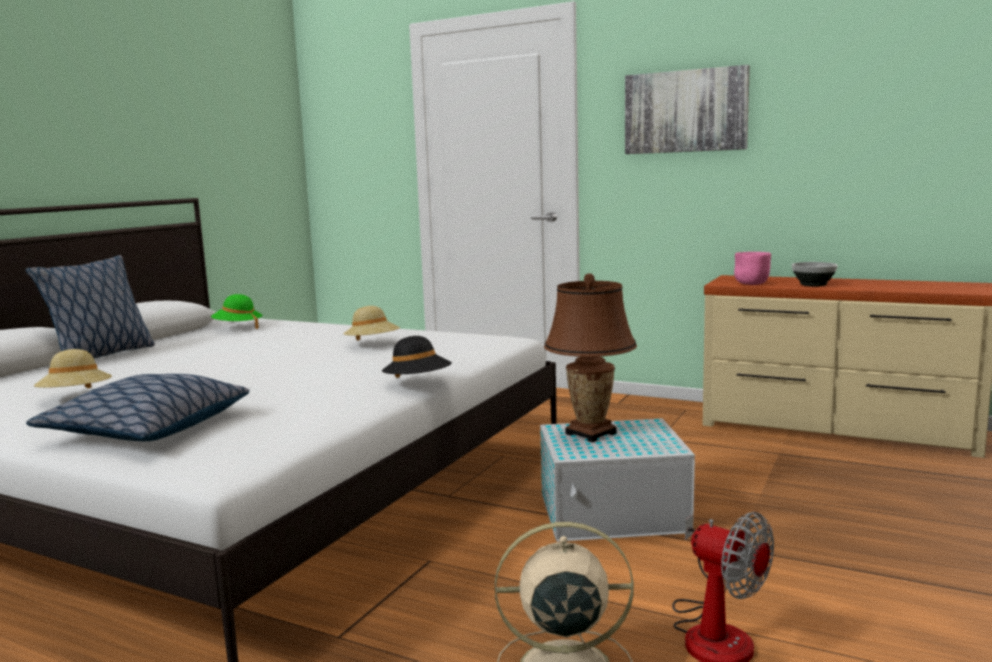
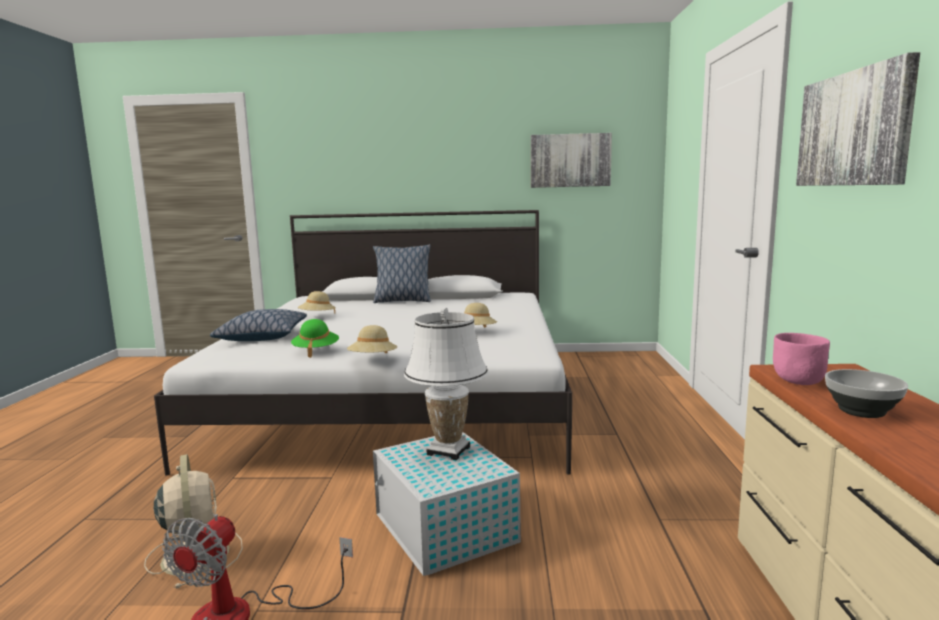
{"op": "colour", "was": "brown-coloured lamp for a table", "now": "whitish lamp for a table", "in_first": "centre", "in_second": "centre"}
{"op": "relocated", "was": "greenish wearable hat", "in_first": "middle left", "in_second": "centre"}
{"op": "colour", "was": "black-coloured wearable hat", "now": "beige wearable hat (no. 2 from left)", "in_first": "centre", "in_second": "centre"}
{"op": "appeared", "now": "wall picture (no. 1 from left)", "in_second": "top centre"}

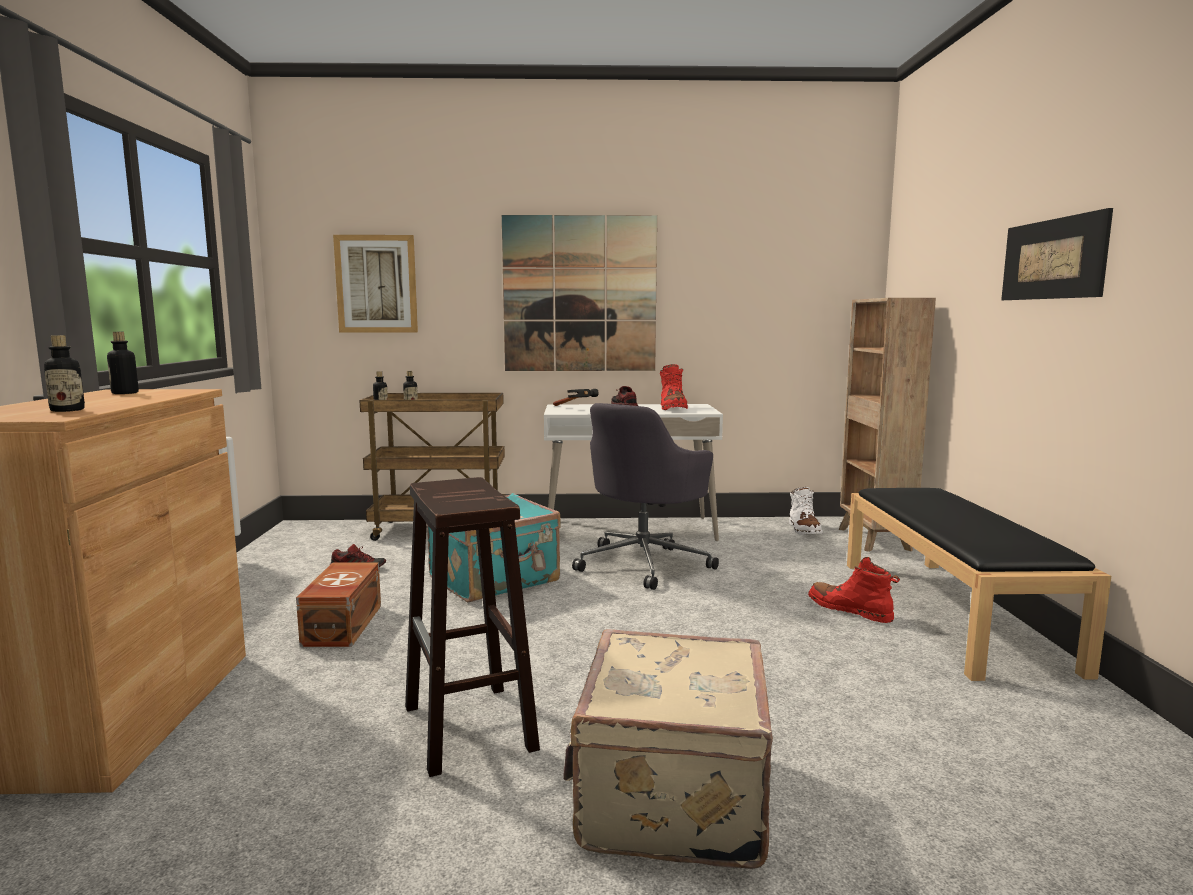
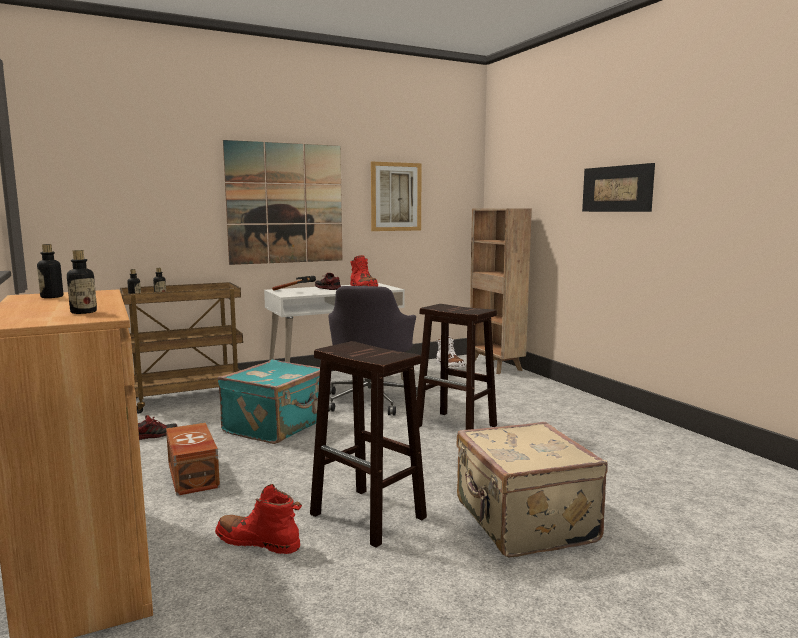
{"op": "relocated", "was": "wall picture (no. 1 from left in the first image)", "now": "wall picture (no. 2 from left)", "in_first": "top left", "in_second": "top centre"}
{"op": "missing", "was": "black-coloured indoor bench", "in_first": "middle right"}
{"op": "relocated", "was": "reddish tall boot (no. 2 from left in the first image)", "now": "reddish tall boot (no. 1 from left)", "in_first": "middle right", "in_second": "bottom left"}
{"op": "appeared", "now": "brown-coloured stool seat (no. 2 from left)", "in_second": "centre"}

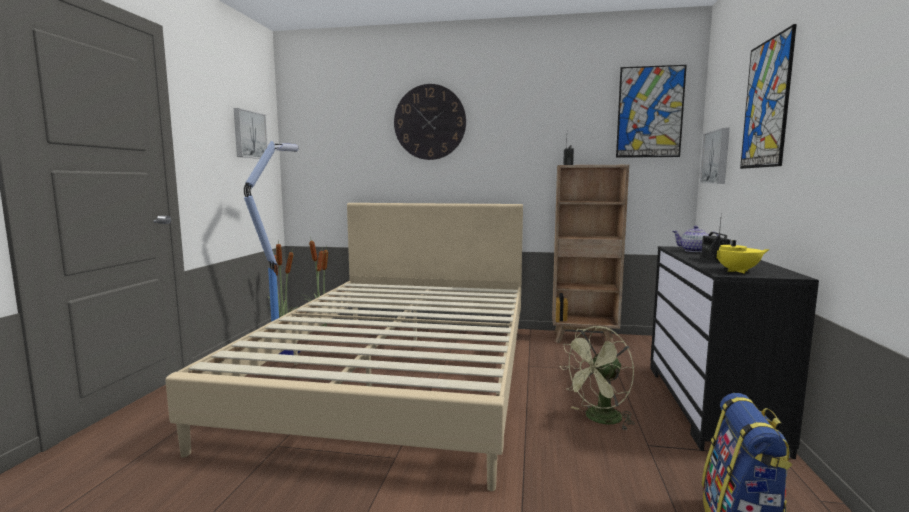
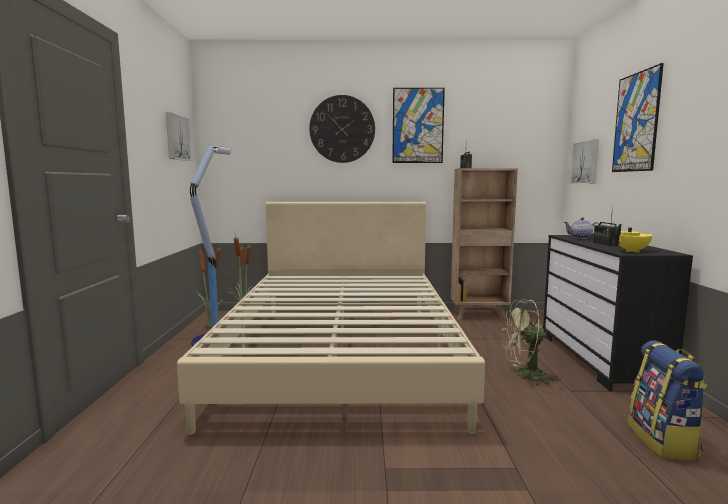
{"op": "relocated", "was": "wall picture (no. 2 from left)", "in_first": "top right", "in_second": "top centre"}
{"op": "spun", "was": "greenish electric fan", "in_first": "bottom centre", "in_second": "bottom right", "clockwise": 45}

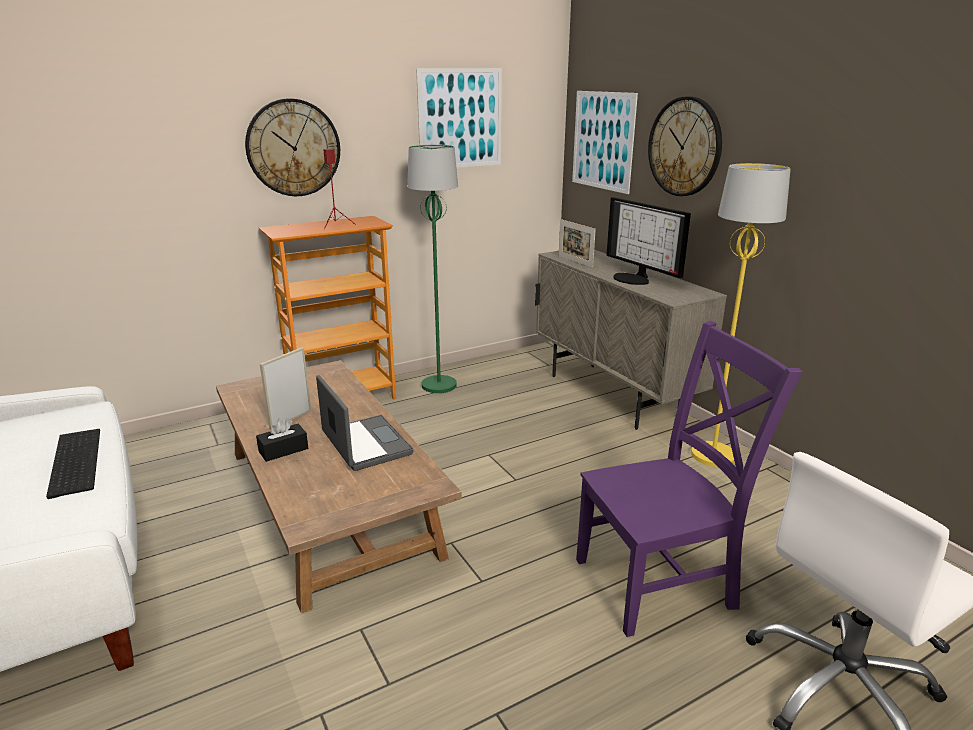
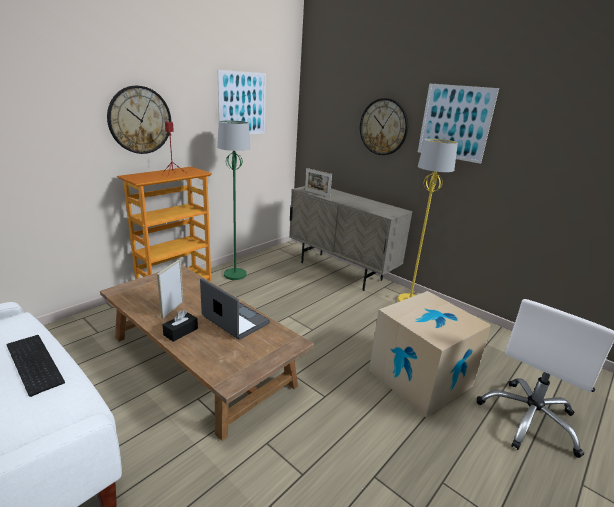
{"op": "relocated", "was": "wall picture (no. 2 from left)", "in_first": "top centre", "in_second": "top right"}
{"op": "missing", "was": "monitor", "in_first": "top centre"}
{"op": "exchanged", "was": "purplish upright chair", "now": "cardboard box", "in_first": "middle right", "in_second": "bottom right"}

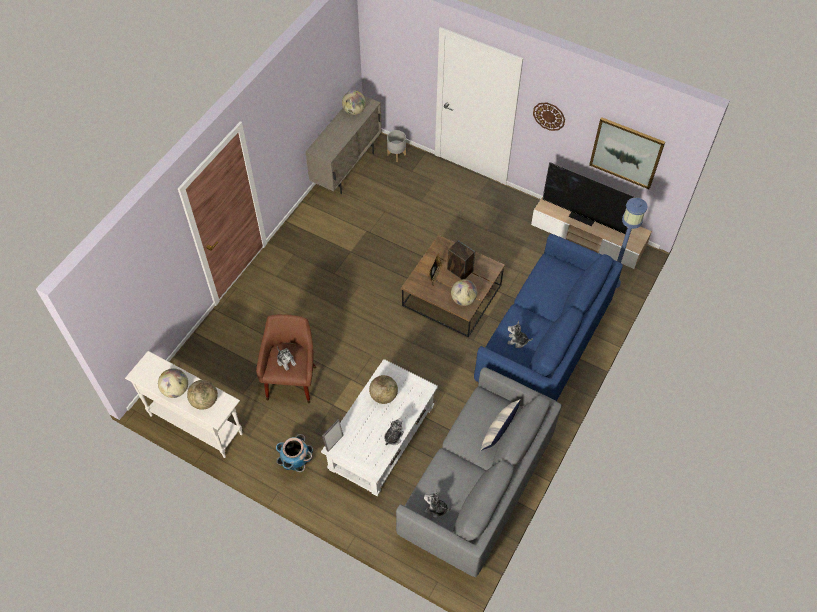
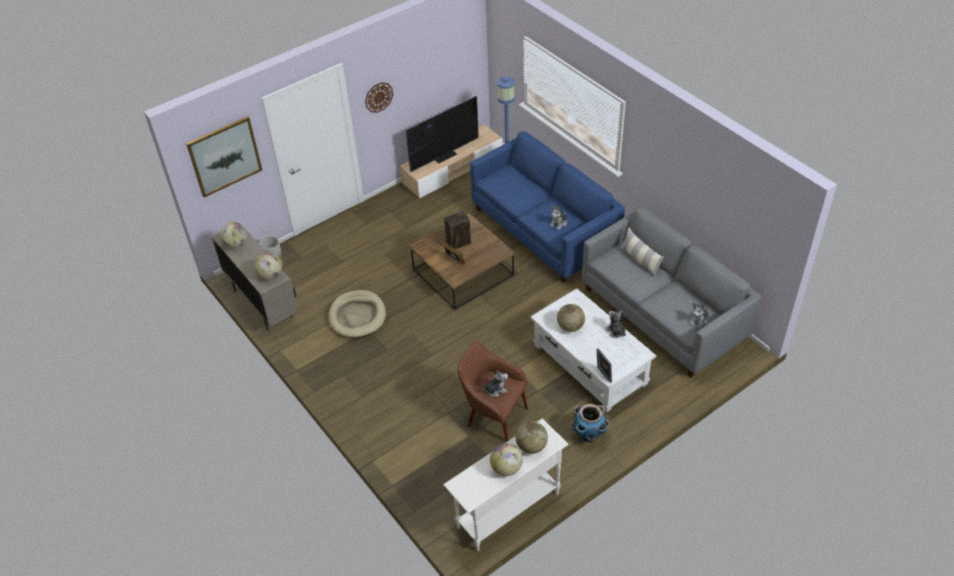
{"op": "relocated", "was": "wall picture", "in_first": "top right", "in_second": "top left"}
{"op": "relocated", "was": "desk globe (no. 5 from left in the first image)", "now": "desk globe (no. 2 from left)", "in_first": "centre", "in_second": "middle left"}
{"op": "appeared", "now": "beige pet bed", "in_second": "centre"}

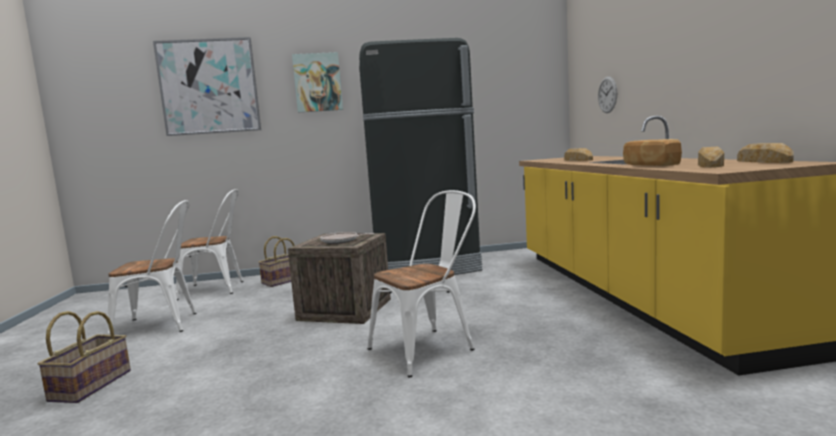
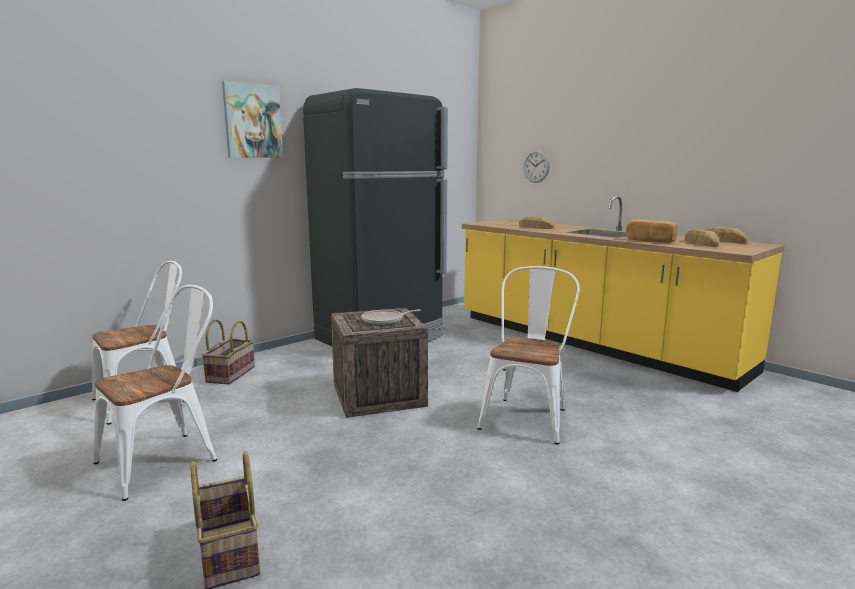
{"op": "missing", "was": "wall picture (no. 1 from left)", "in_first": "top left"}

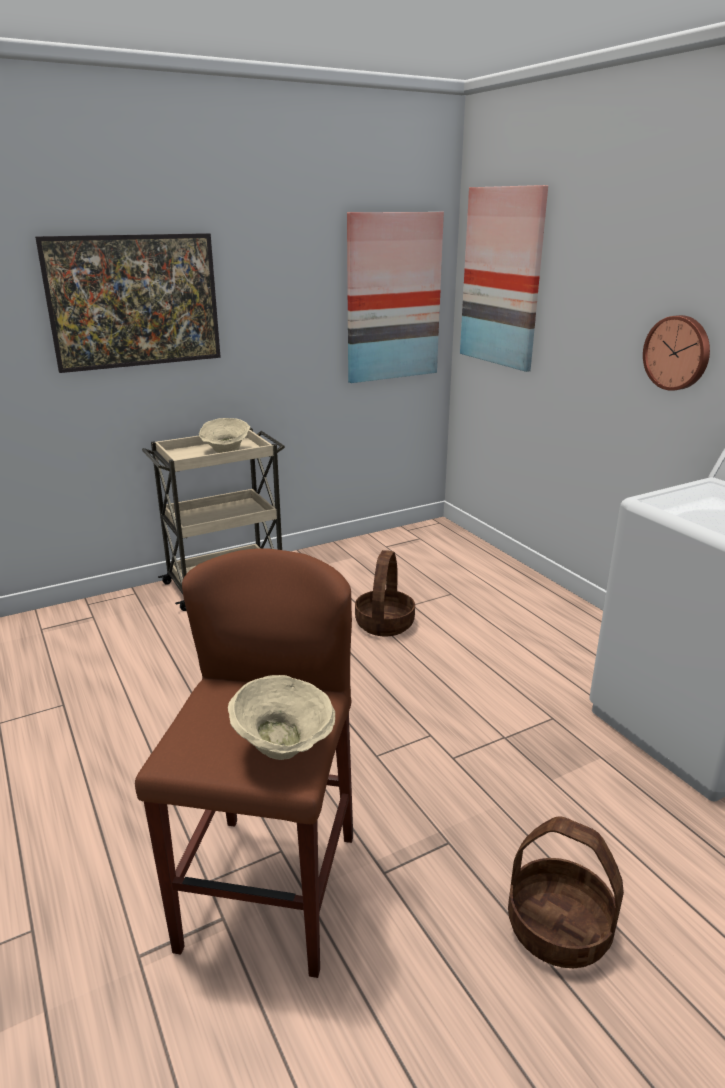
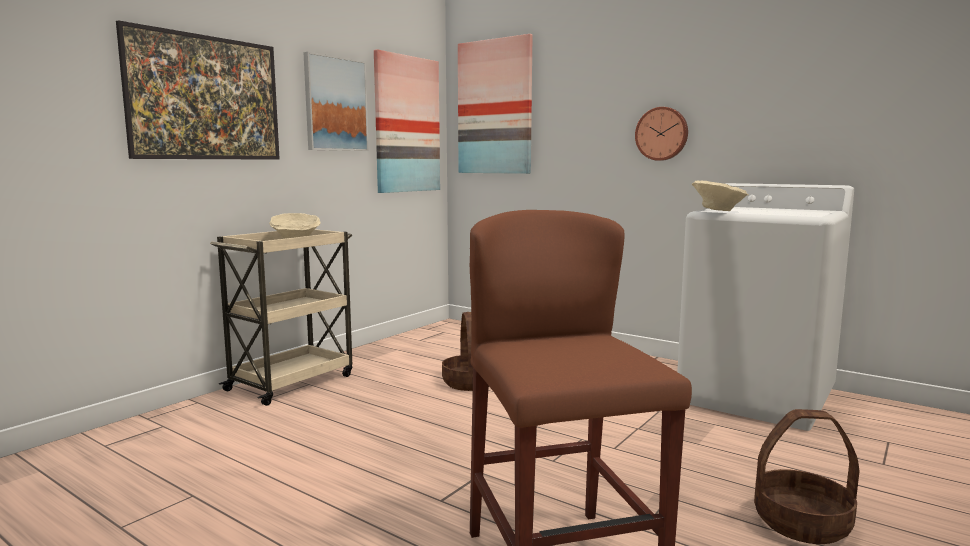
{"op": "relocated", "was": "beige serving bowl (no. 2 from left)", "in_first": "centre", "in_second": "middle right"}
{"op": "appeared", "now": "wall picture (no. 2 from left)", "in_second": "top centre"}

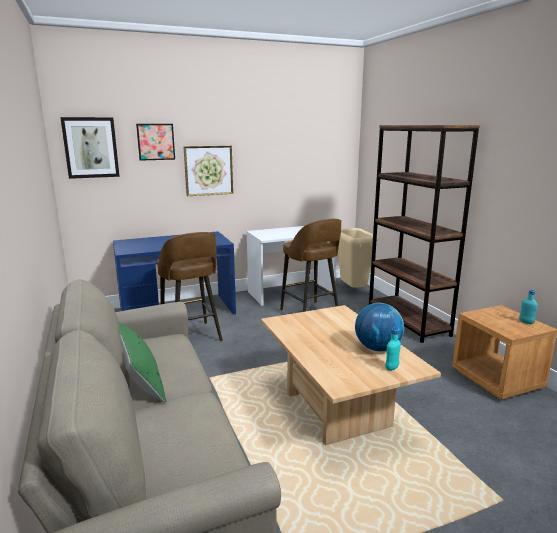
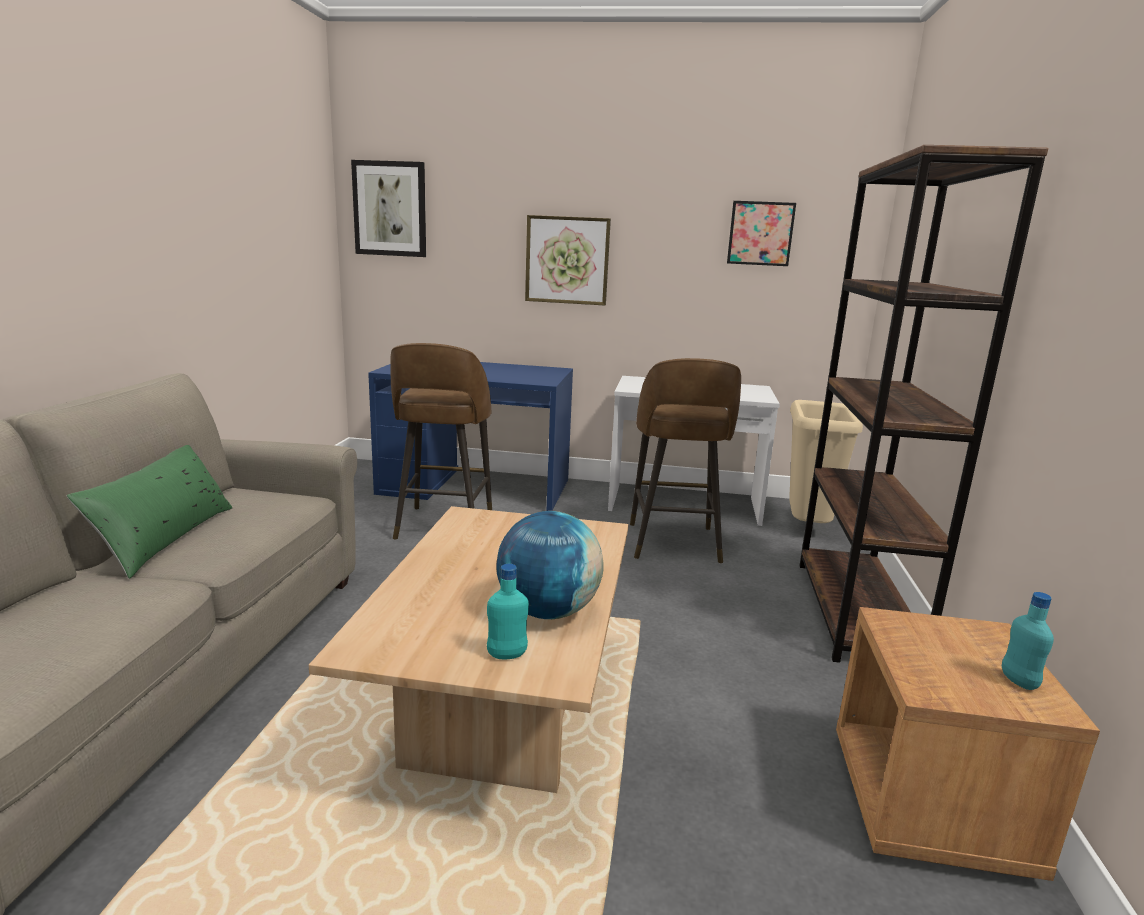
{"op": "relocated", "was": "wall picture (no. 2 from left in the first image)", "now": "wall picture (no. 3 from left)", "in_first": "top left", "in_second": "top centre"}

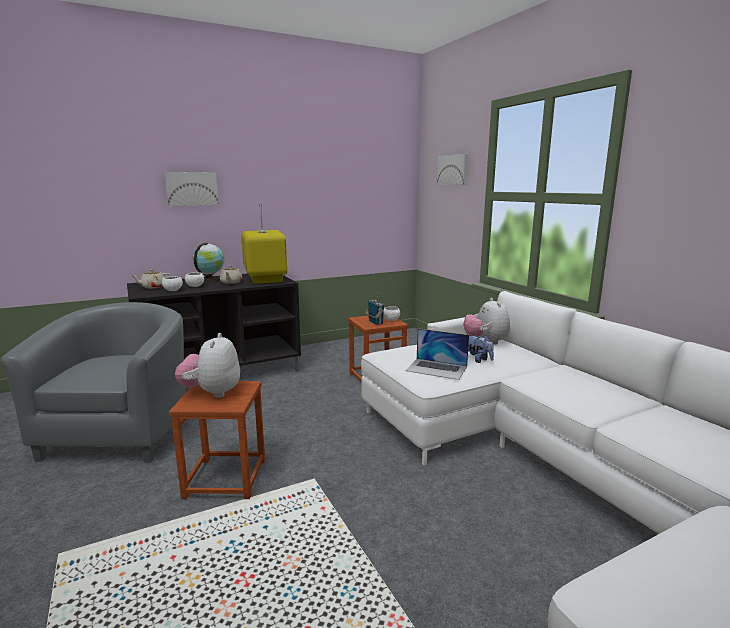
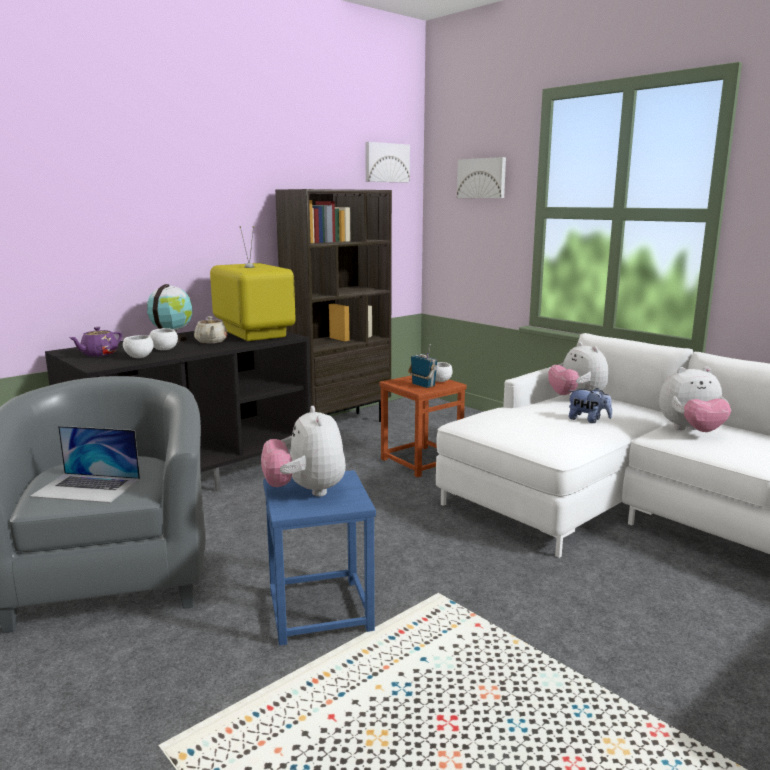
{"op": "relocated", "was": "wall picture (no. 1 from left)", "in_first": "top left", "in_second": "top centre"}
{"op": "colour", "was": "beige pot for tea (no. 1 from left)", "now": "purplish pot for tea", "in_first": "middle left", "in_second": "middle left"}
{"op": "relocated", "was": "laptop", "in_first": "centre", "in_second": "middle left"}
{"op": "colour", "was": "brown-coloured stool seat (no. 1 from left)", "now": "blue-coloured stool seat", "in_first": "bottom left", "in_second": "bottom centre"}
{"op": "appeared", "now": "brown-coloured shelving unit", "in_second": "centre"}
{"op": "appeared", "now": "cuddly toy (no. 4 from left)", "in_second": "middle right"}

